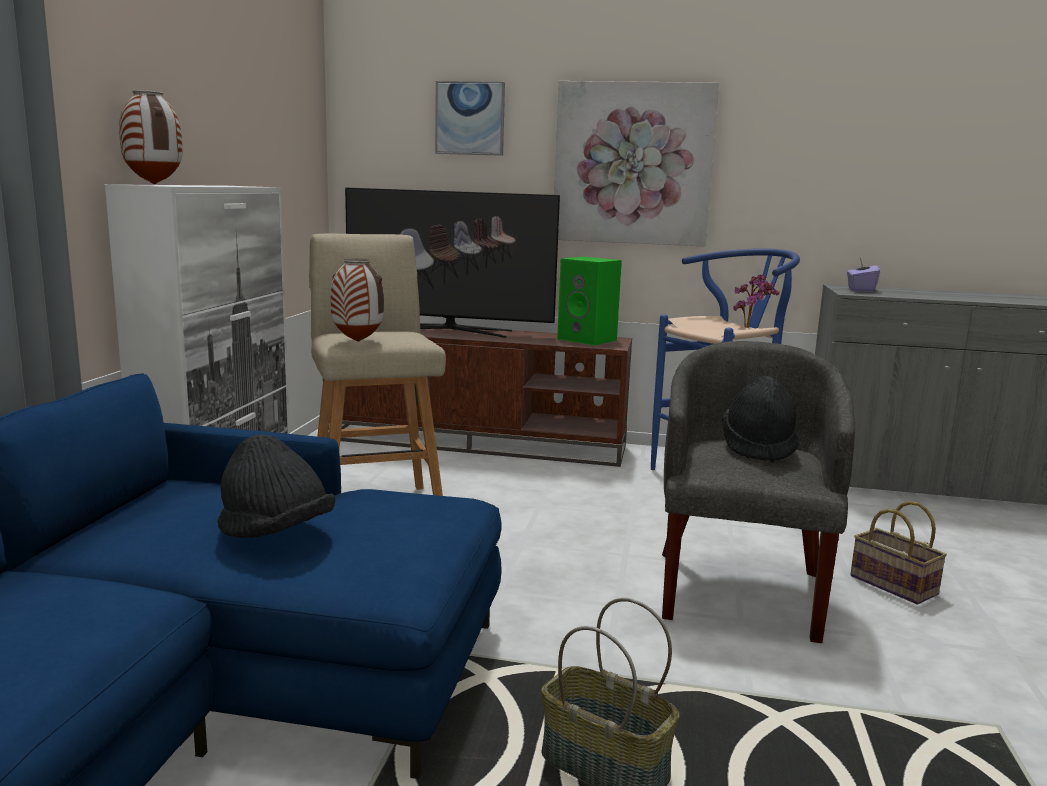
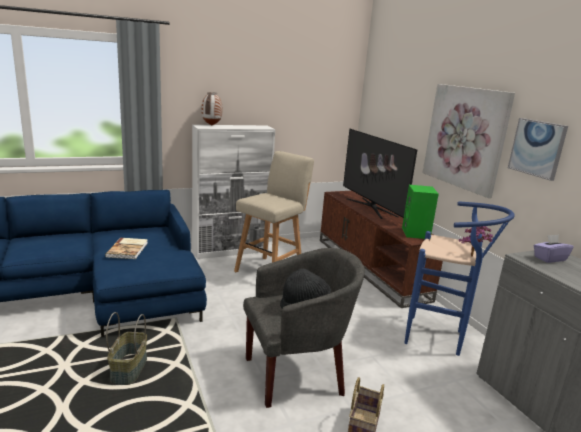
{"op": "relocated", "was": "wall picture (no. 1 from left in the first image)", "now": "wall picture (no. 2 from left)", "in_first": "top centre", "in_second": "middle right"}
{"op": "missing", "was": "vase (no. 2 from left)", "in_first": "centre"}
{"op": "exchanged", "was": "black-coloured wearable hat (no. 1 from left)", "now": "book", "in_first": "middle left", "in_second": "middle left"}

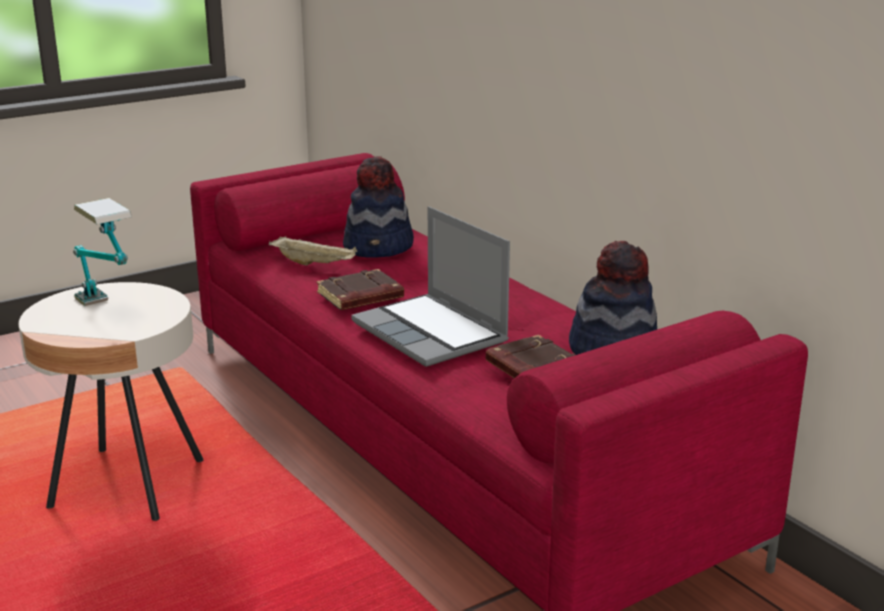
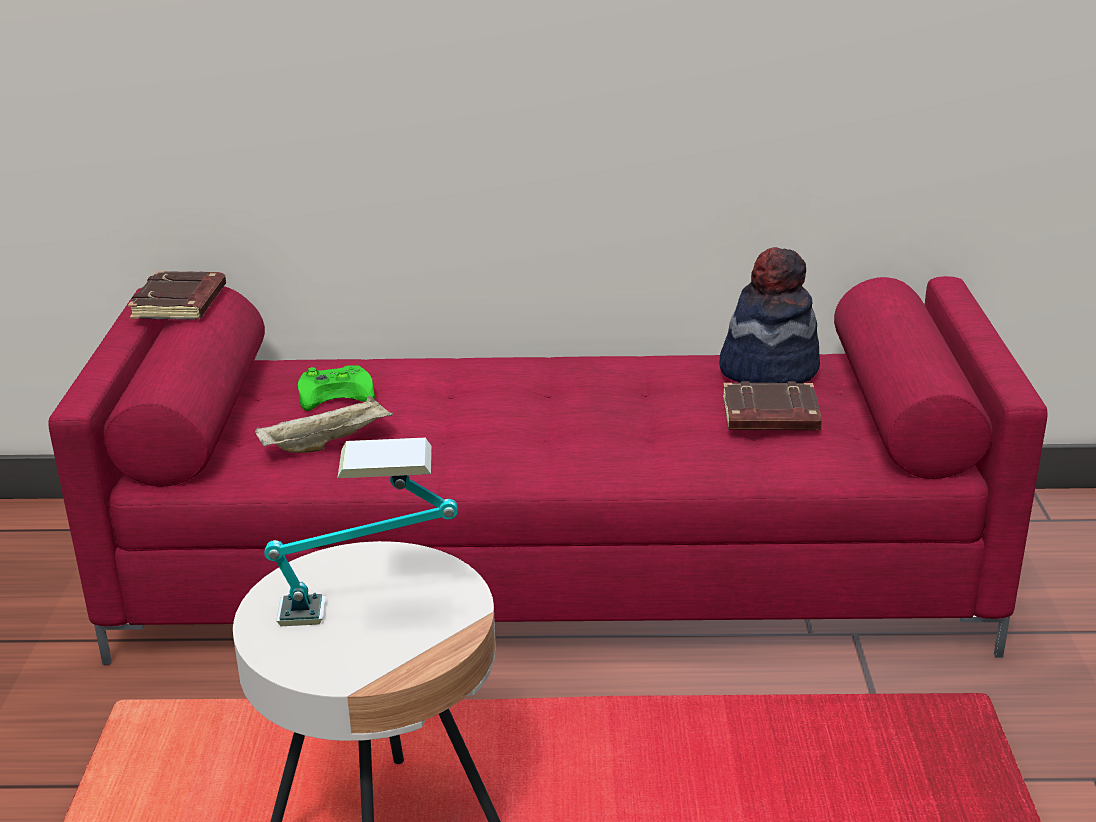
{"op": "exchanged", "was": "wearable hat (no. 1 from left)", "now": "greenish gamepad", "in_first": "centre", "in_second": "middle left"}
{"op": "missing", "was": "laptop", "in_first": "centre"}
{"op": "relocated", "was": "brown-coloured book (no. 1 from left)", "in_first": "centre", "in_second": "middle left"}

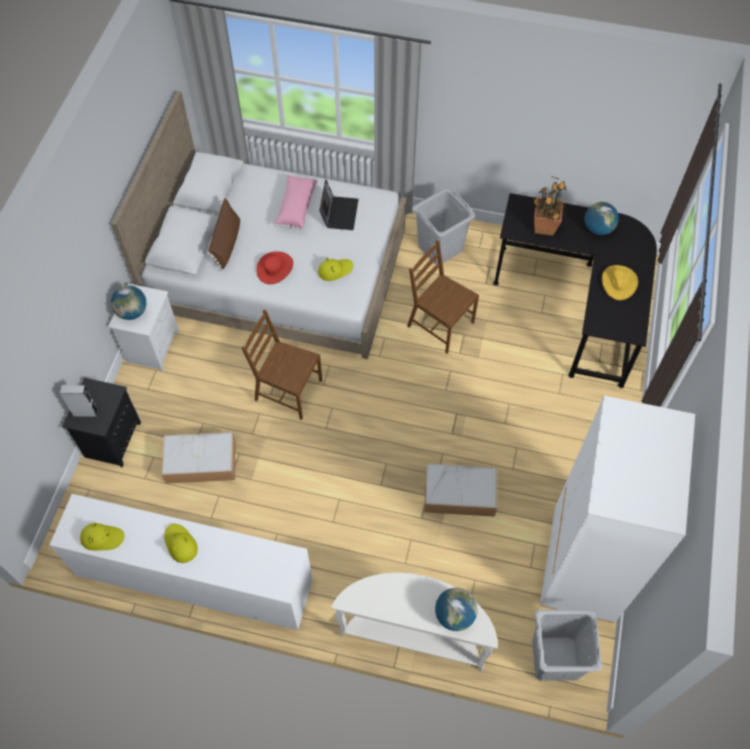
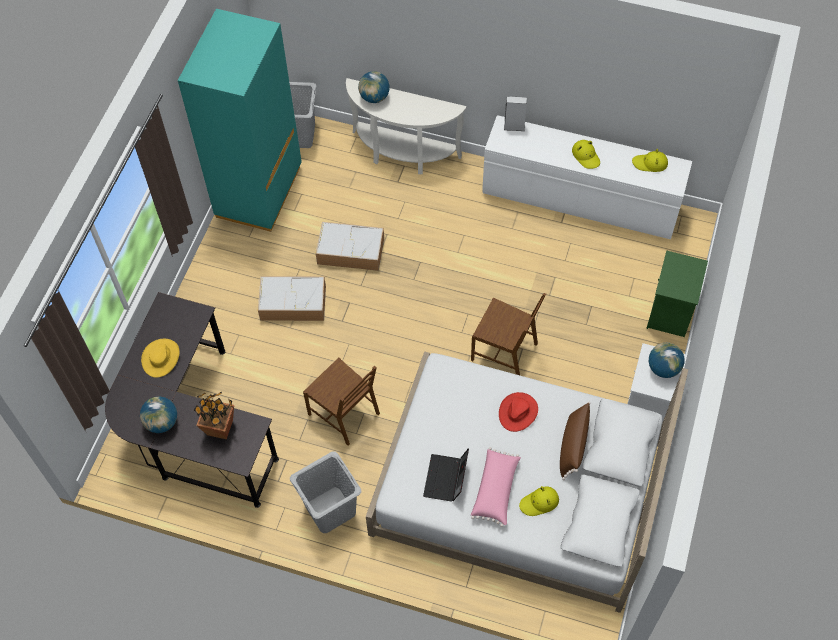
{"op": "relocated", "was": "yellow wearable hat (no. 3 from left in the first image)", "now": "yellow wearable hat (no. 2 from left)", "in_first": "centre", "in_second": "bottom centre"}
{"op": "colour", "was": "black-coloured night table", "now": "greenish night table", "in_first": "middle left", "in_second": "middle right"}
{"op": "relocated", "was": "greyish audio speaker", "in_first": "middle left", "in_second": "top centre"}
{"op": "colour", "was": "whitish armoire", "now": "turquoise armoire", "in_first": "bottom right", "in_second": "top left"}
{"op": "relocated", "was": "storage box (no. 1 from left)", "in_first": "middle left", "in_second": "centre"}

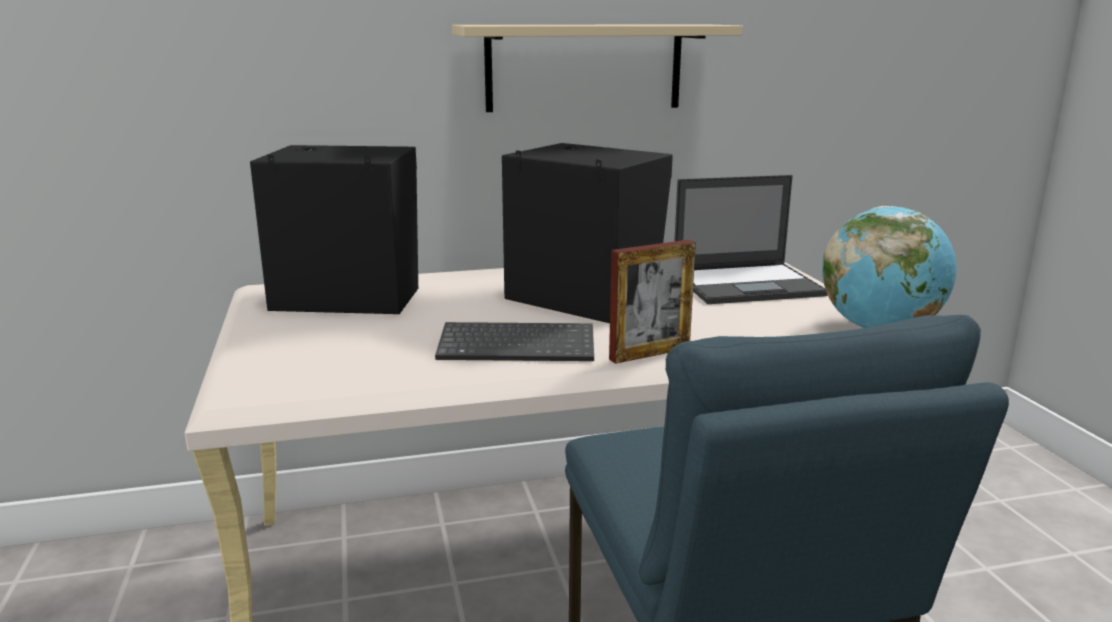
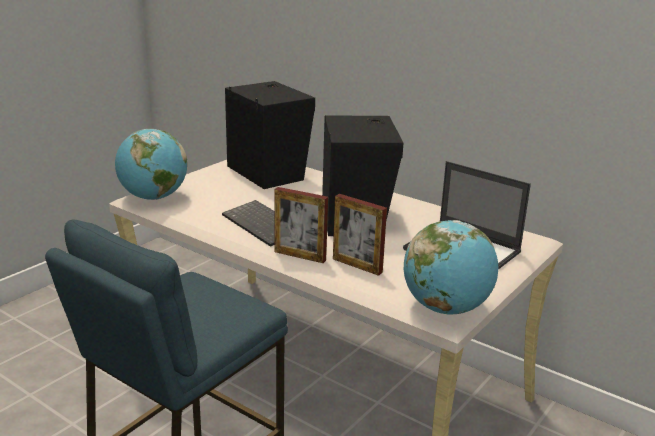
{"op": "missing", "was": "beige bracket shelf", "in_first": "top centre"}
{"op": "appeared", "now": "desk globe (no. 1 from left)", "in_second": "middle left"}
{"op": "appeared", "now": "photo frame (no. 2 from left)", "in_second": "centre"}

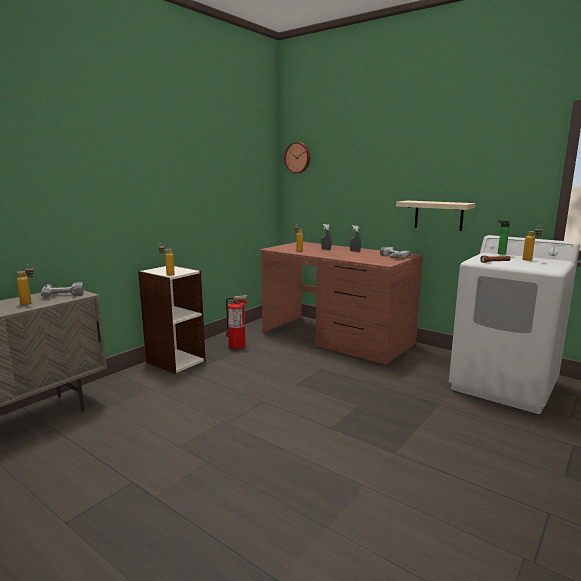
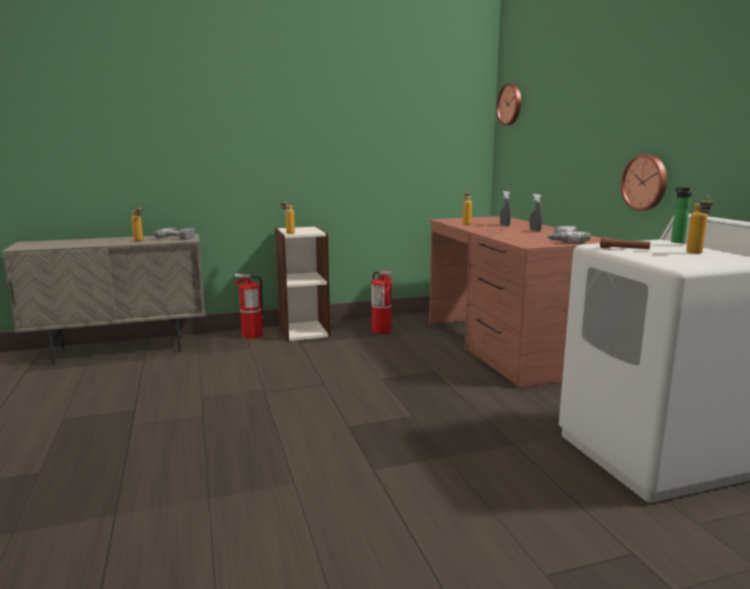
{"op": "exchanged", "was": "beige bracket shelf", "now": "hanging clock (no. 2 from left)", "in_first": "middle right", "in_second": "top right"}
{"op": "appeared", "now": "fire-fighting cylinder (no. 1 from left)", "in_second": "middle left"}

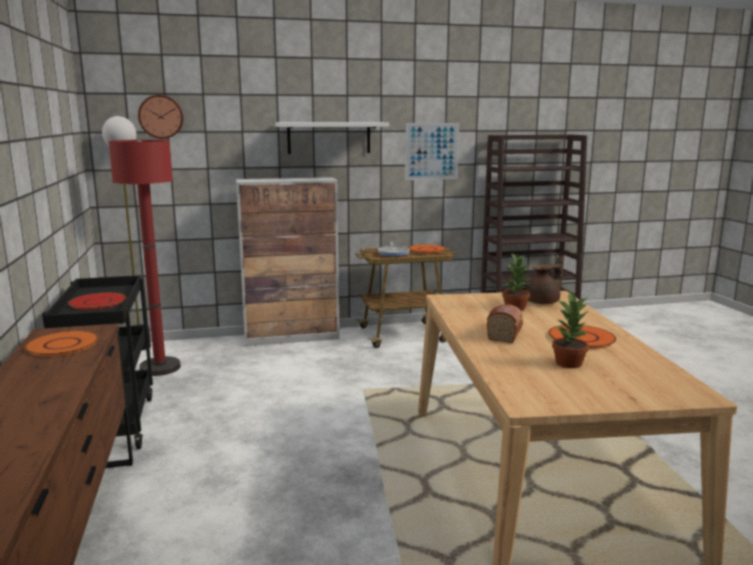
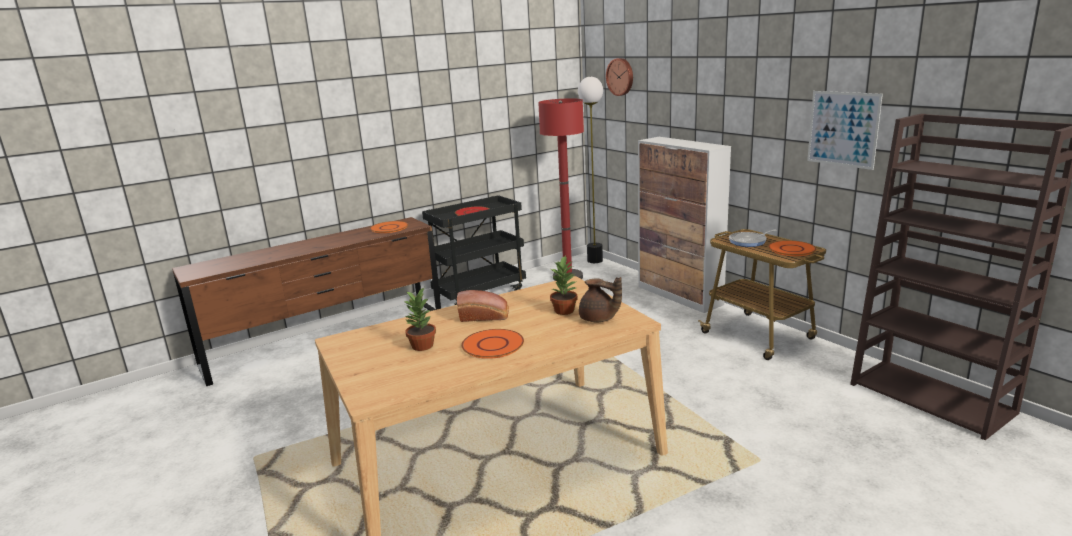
{"op": "missing", "was": "whitish bracket shelf", "in_first": "top centre"}

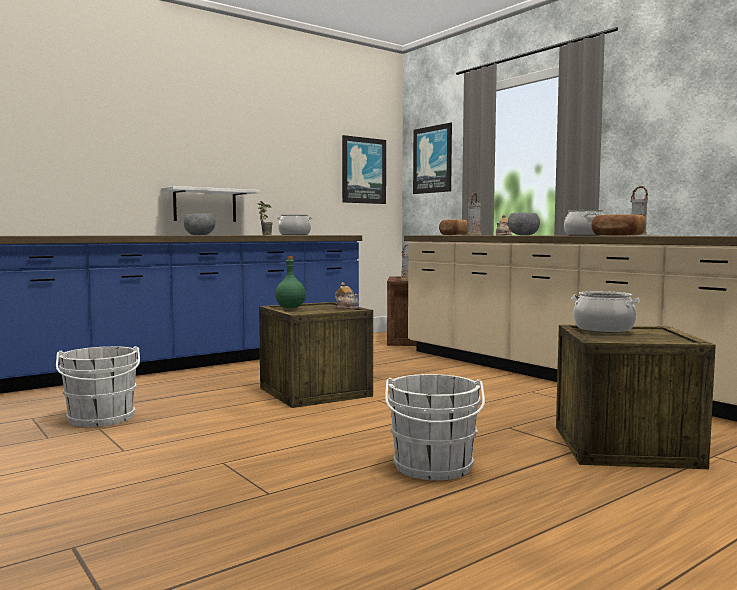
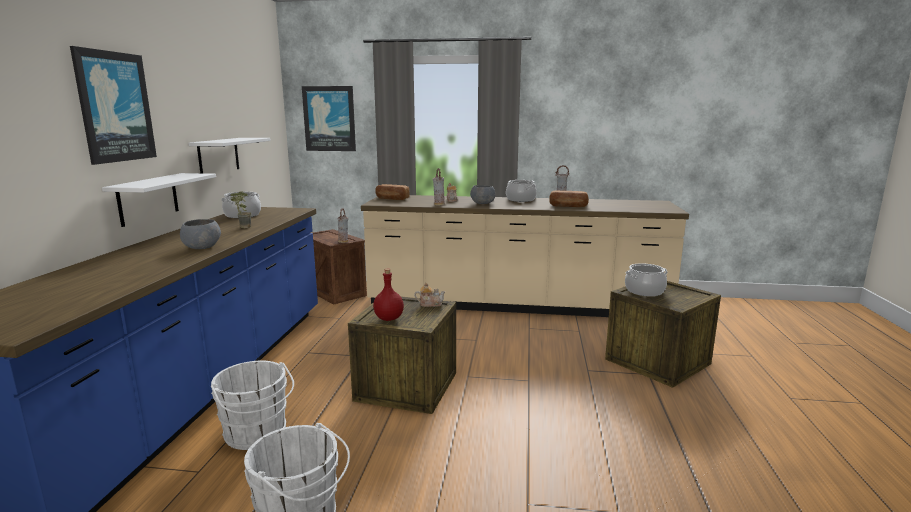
{"op": "relocated", "was": "wall picture (no. 1 from left)", "in_first": "top centre", "in_second": "top left"}
{"op": "colour", "was": "greenish drink bottle", "now": "reddish drink bottle", "in_first": "centre", "in_second": "centre"}
{"op": "relocated", "was": "whitish bucket (no. 2 from left in the first image)", "now": "whitish bucket (no. 1 from left)", "in_first": "bottom centre", "in_second": "bottom left"}
{"op": "appeared", "now": "whitish bracket shelf (no. 2 from left)", "in_second": "top left"}

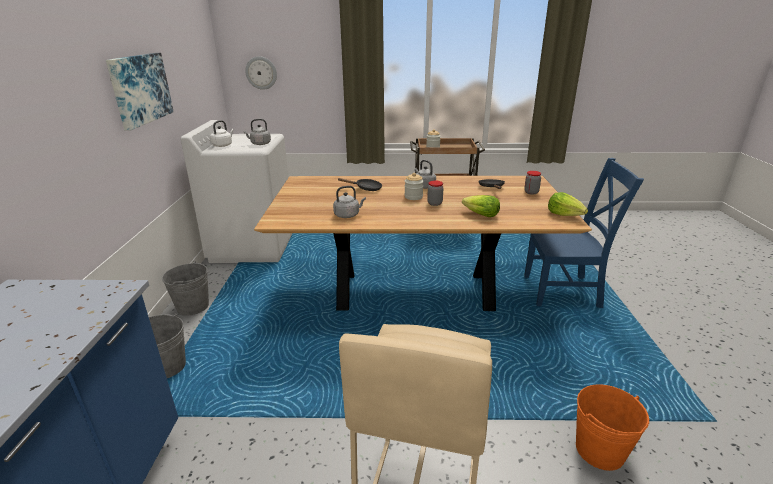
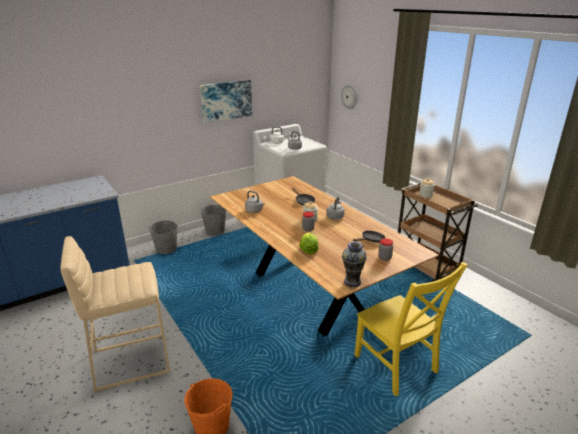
{"op": "colour", "was": "blue-coloured upright chair", "now": "yellow upright chair", "in_first": "middle right", "in_second": "bottom right"}
{"op": "exchanged", "was": "lettuce head (no. 2 from left)", "now": "vase", "in_first": "middle right", "in_second": "centre"}

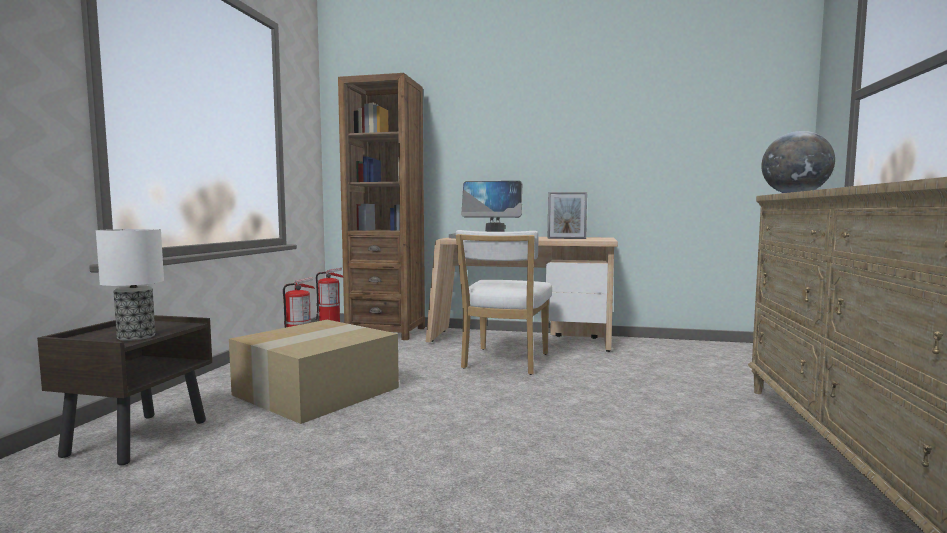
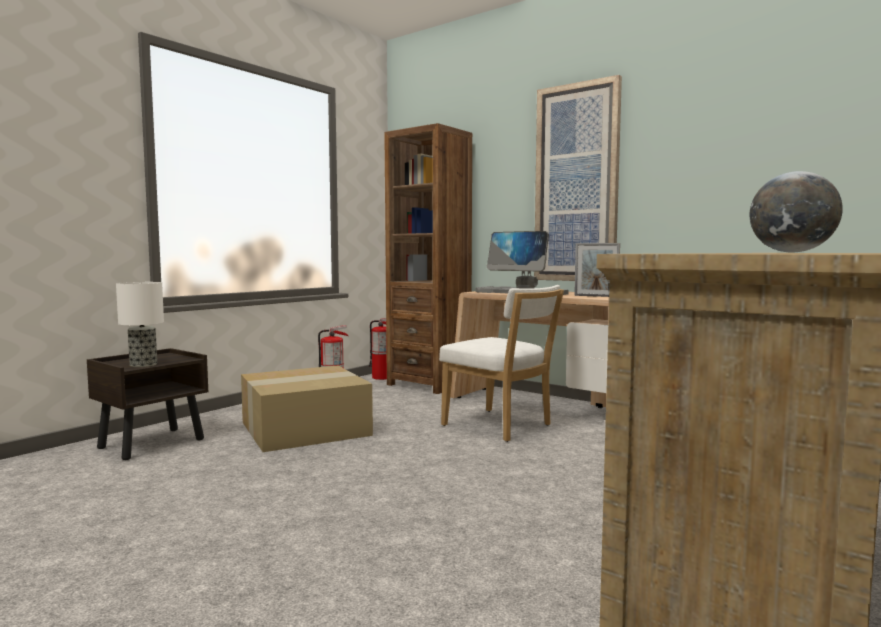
{"op": "spun", "was": "whitish upright chair", "in_first": "centre", "in_second": "centre", "clockwise": -90}
{"op": "appeared", "now": "wall picture", "in_second": "top centre"}

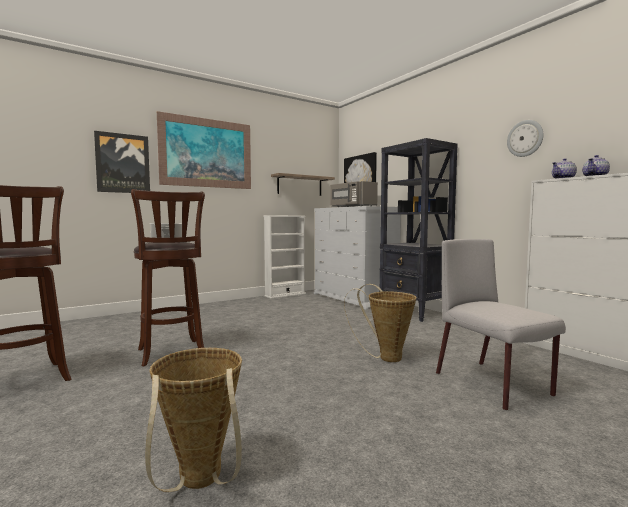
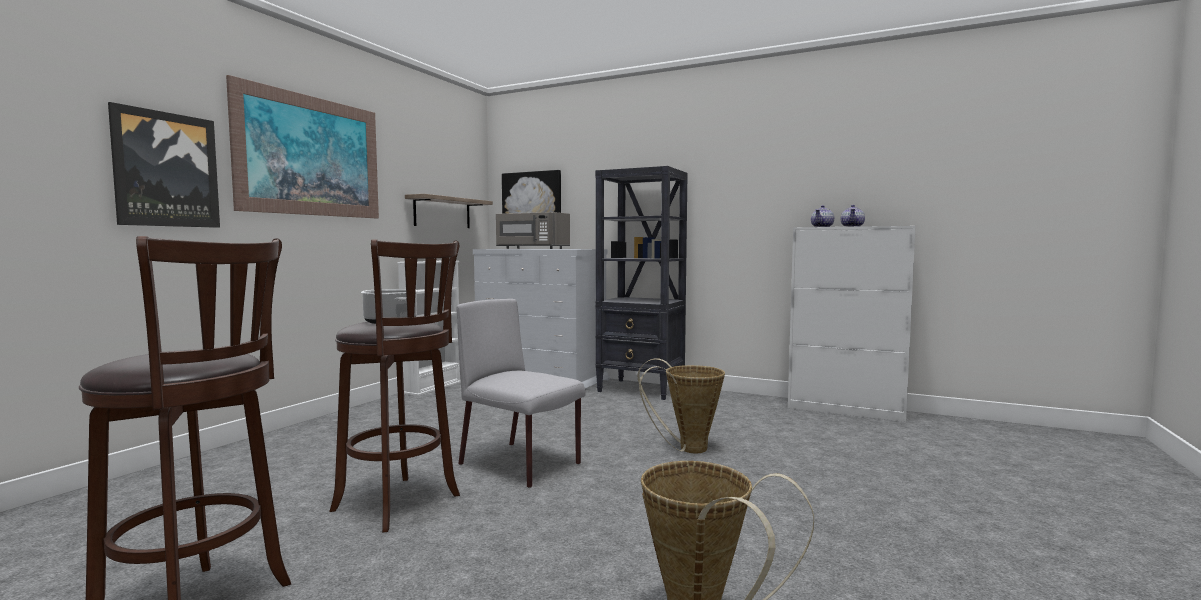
{"op": "missing", "was": "hanging clock", "in_first": "top right"}
{"op": "relocated", "was": "greyish upright chair", "in_first": "middle right", "in_second": "centre"}

